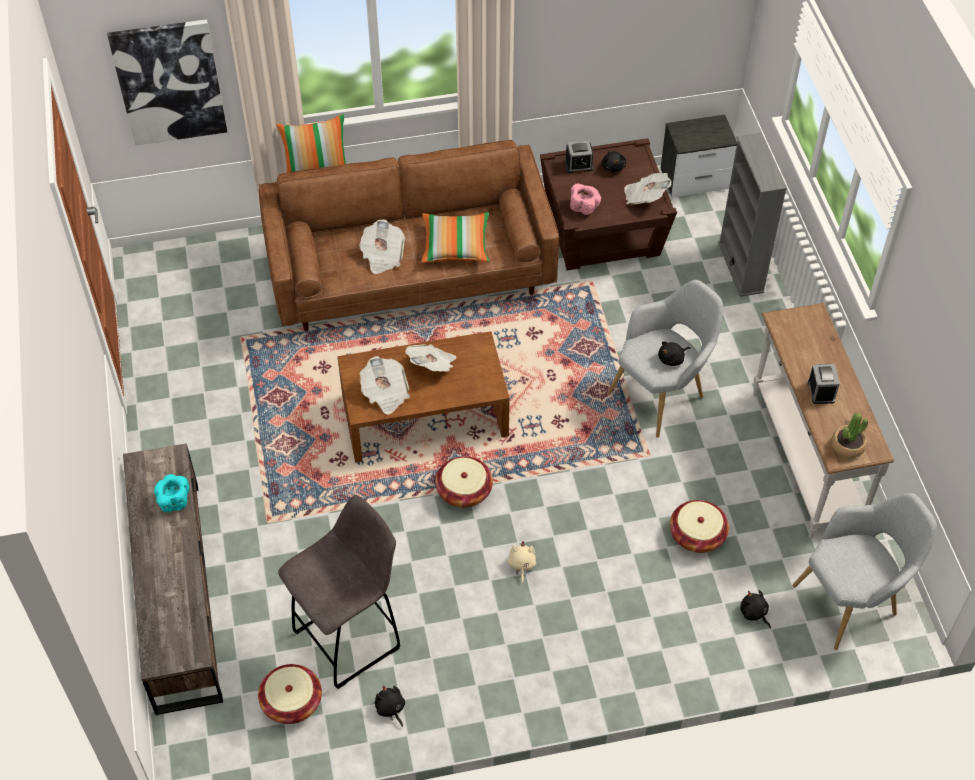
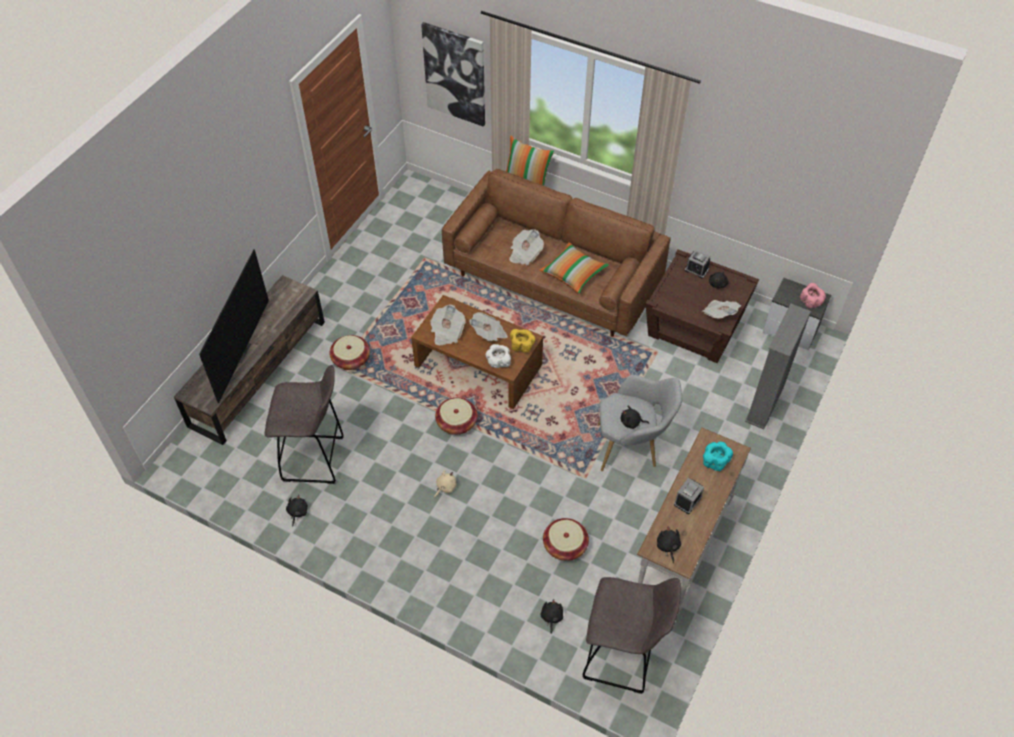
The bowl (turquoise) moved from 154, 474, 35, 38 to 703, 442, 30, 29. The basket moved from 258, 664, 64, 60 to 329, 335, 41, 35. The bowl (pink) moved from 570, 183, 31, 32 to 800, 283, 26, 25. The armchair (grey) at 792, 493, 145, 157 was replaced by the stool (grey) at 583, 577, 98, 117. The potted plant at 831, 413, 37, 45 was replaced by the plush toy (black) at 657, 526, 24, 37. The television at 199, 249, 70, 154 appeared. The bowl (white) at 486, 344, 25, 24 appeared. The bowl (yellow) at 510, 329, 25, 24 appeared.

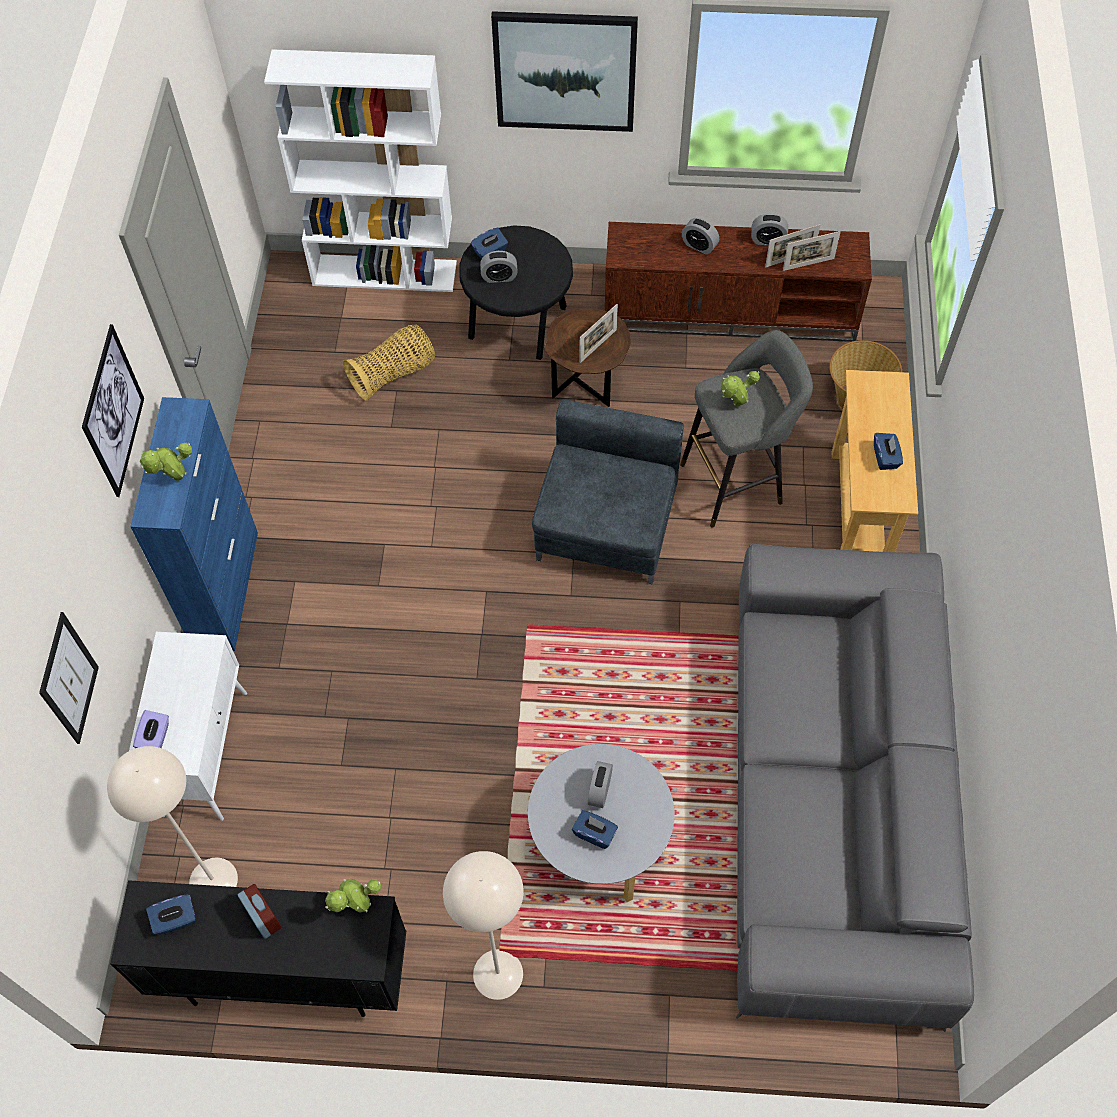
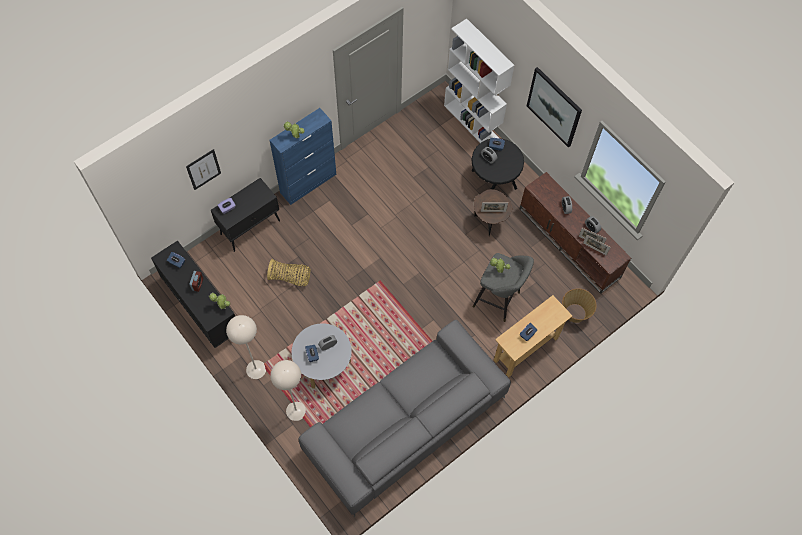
The picture at 82, 324, 62, 173 disappeared. The floor lamp (beige) moved from 107, 746, 131, 141 to 270, 360, 36, 61. The cabinet (white) at 129, 632, 118, 189 became the cabinet (black) at 211, 178, 69, 74. The basket moved from 343, 325, 92, 76 to 267, 259, 43, 27. The armchair (grey) at 532, 400, 152, 184 disappeared.

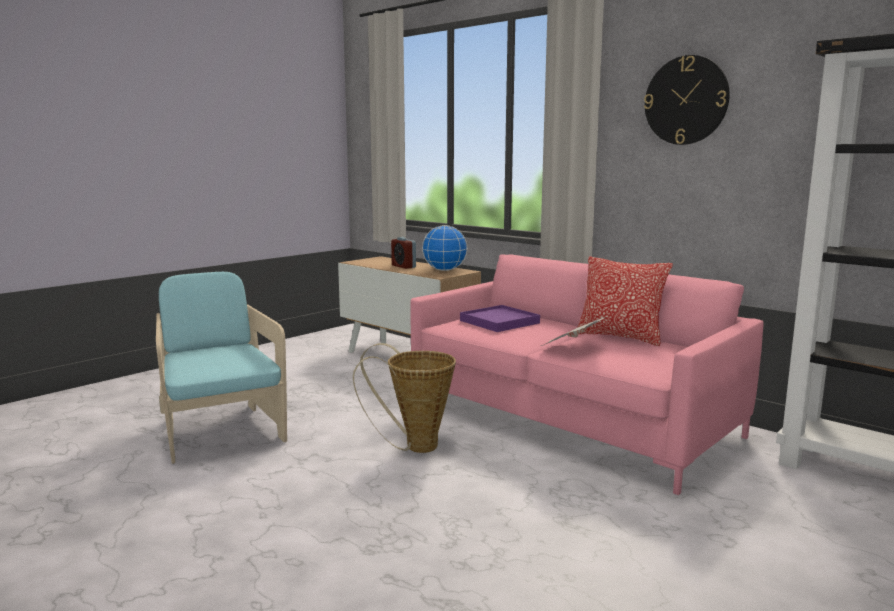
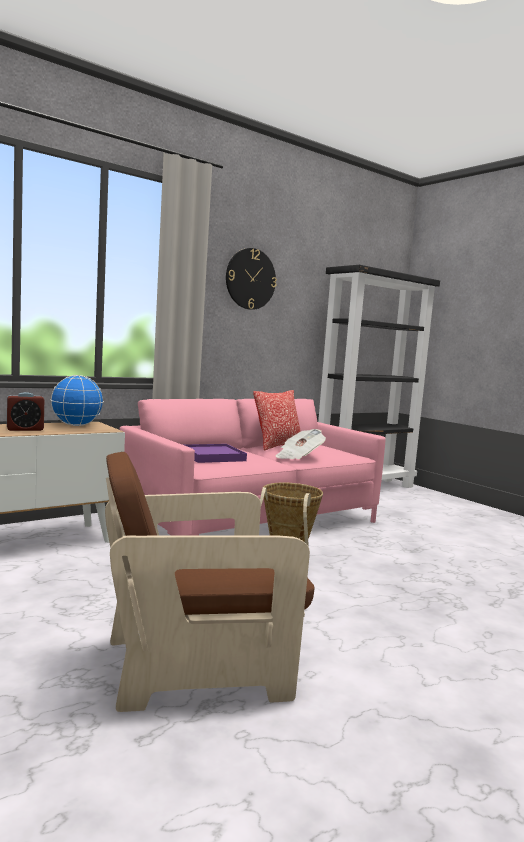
The armchair (turquoise) at 156, 272, 131, 192 became the armchair (brown) at 105, 452, 209, 260.

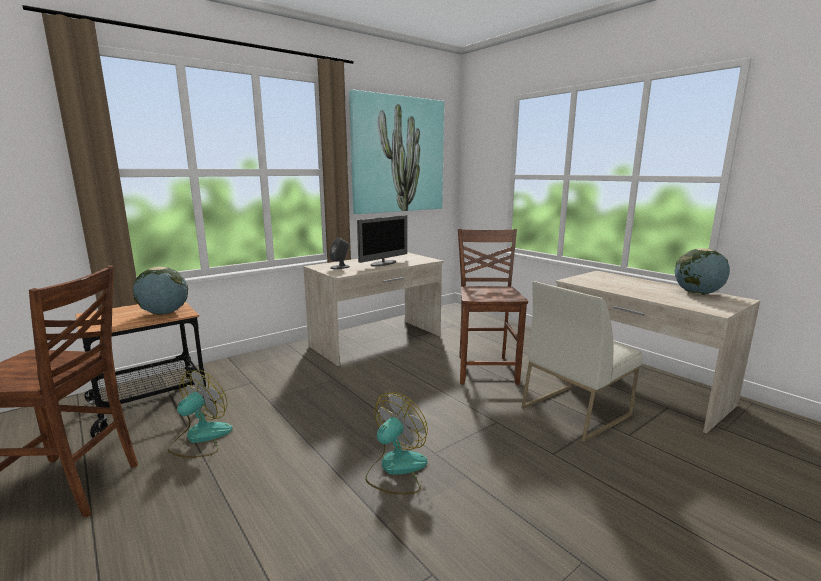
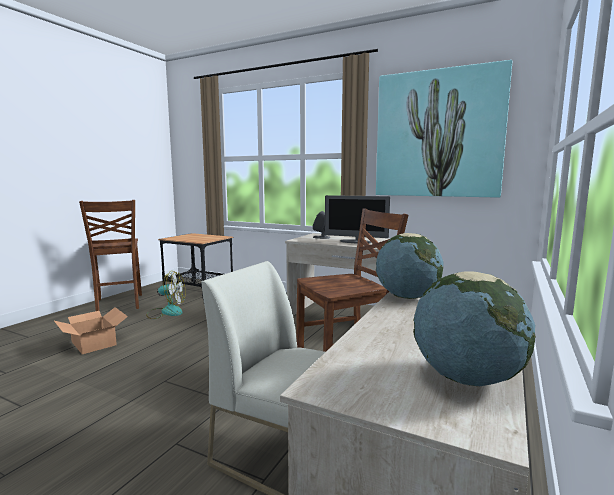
The globe moved from 133, 267, 55, 48 to 376, 233, 68, 66. The fan at 365, 392, 63, 102 disappeared. The cardboard box at 54, 307, 74, 47 appeared.

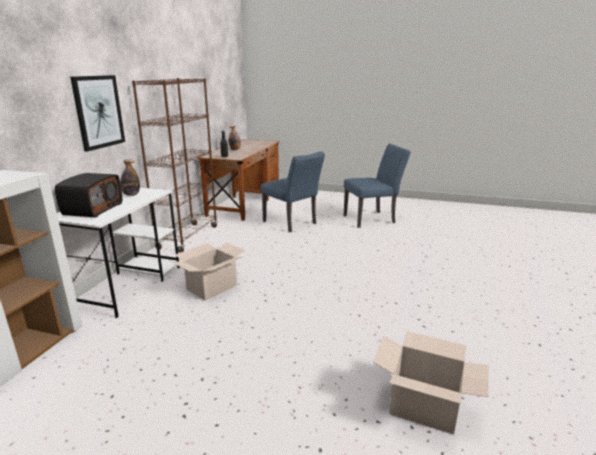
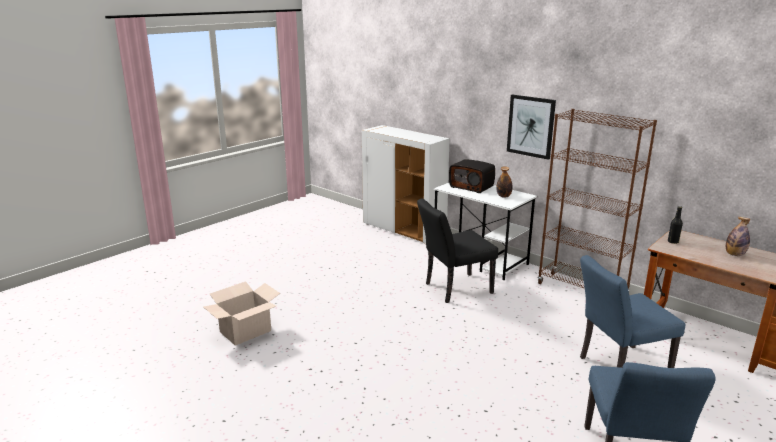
The cardboard box at 172, 243, 73, 58 was replaced by the chair (black) at 417, 199, 81, 104.

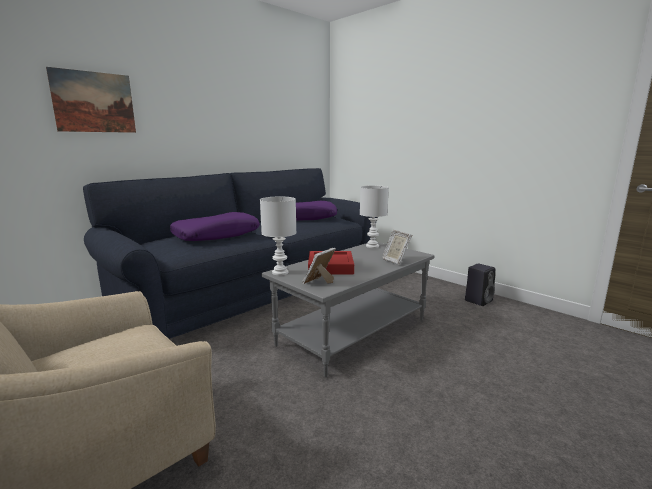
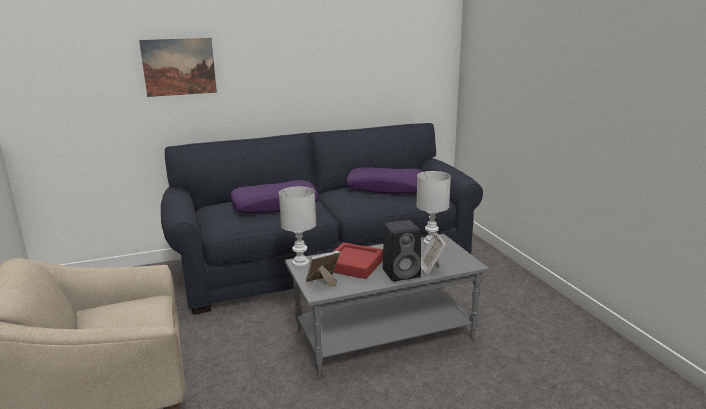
The speaker (black) moved from 465, 263, 30, 43 to 383, 220, 38, 61.

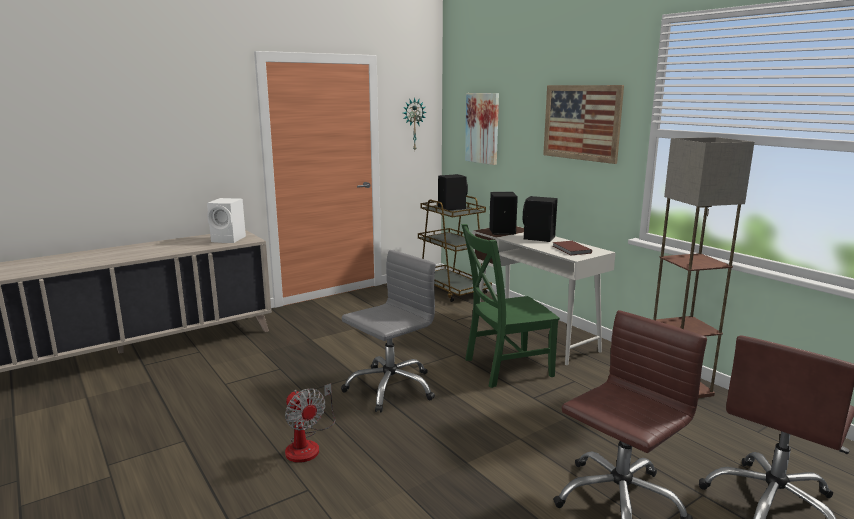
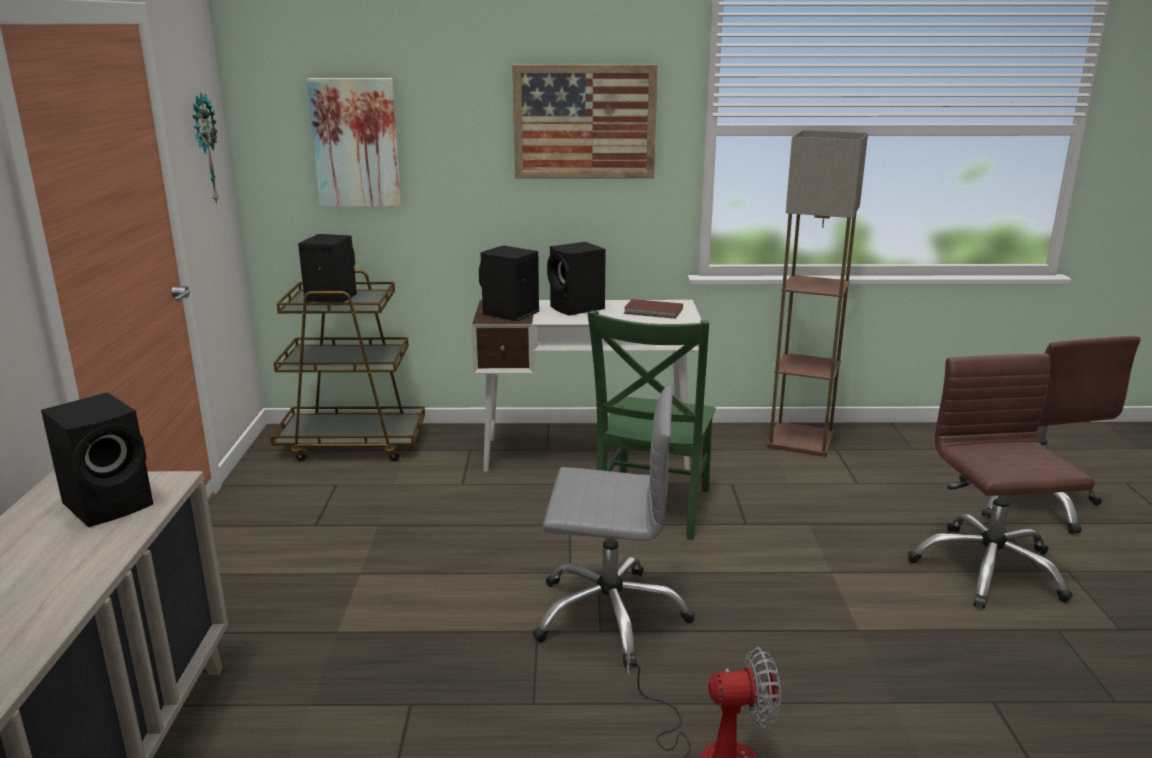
The speaker (white) at 207, 198, 39, 45 became the speaker (black) at 41, 392, 112, 135. The office chair (grey) at 341, 250, 95, 163 turned 105 degrees clockwise.

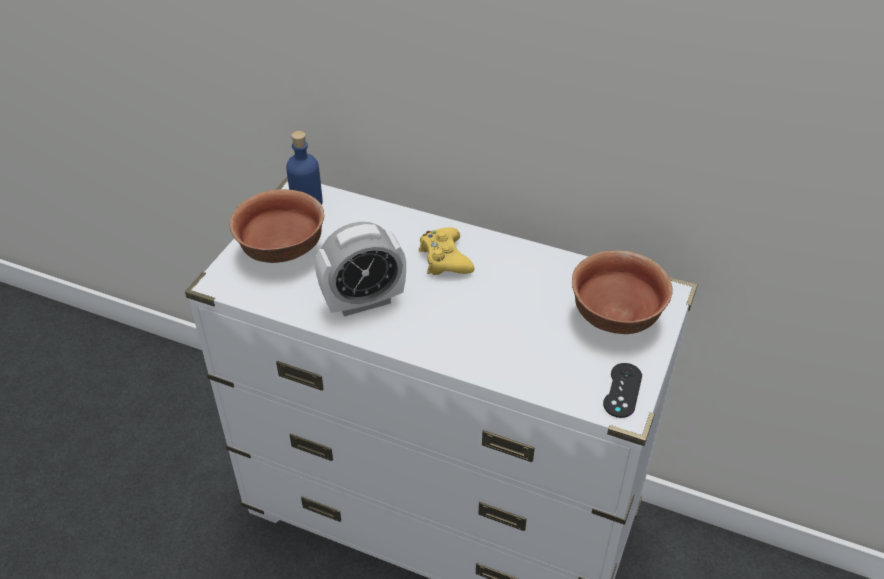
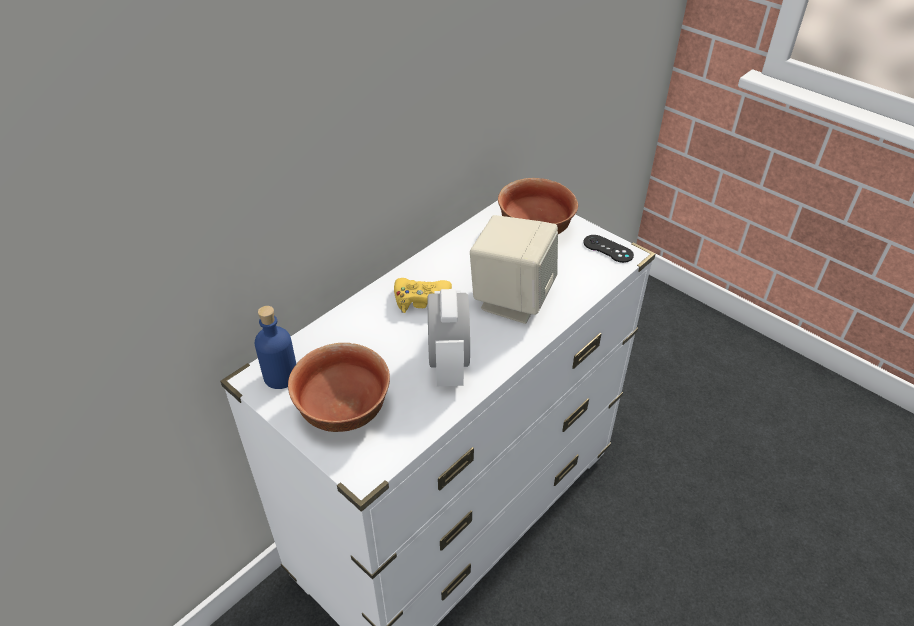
The speaker (beige) at 470, 215, 88, 109 appeared.

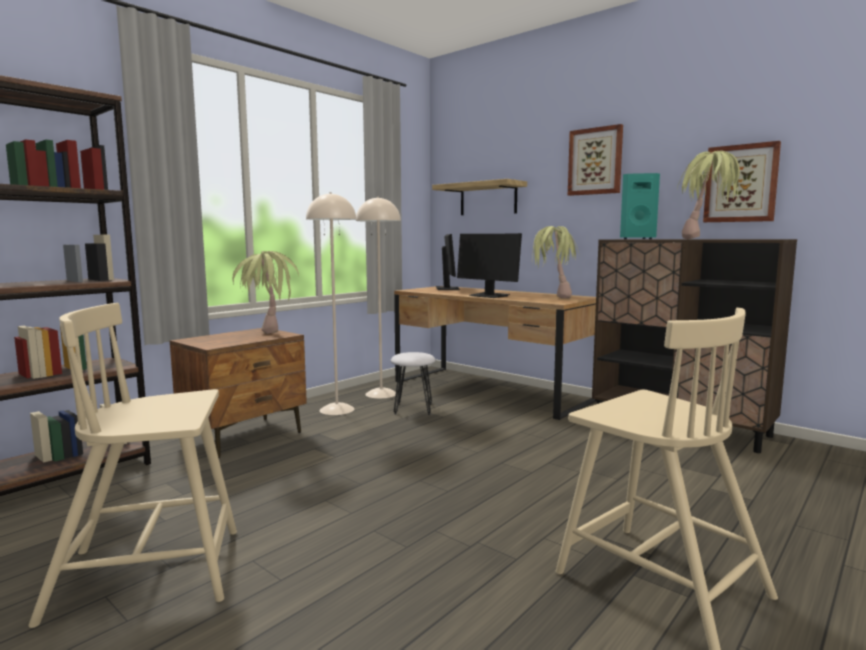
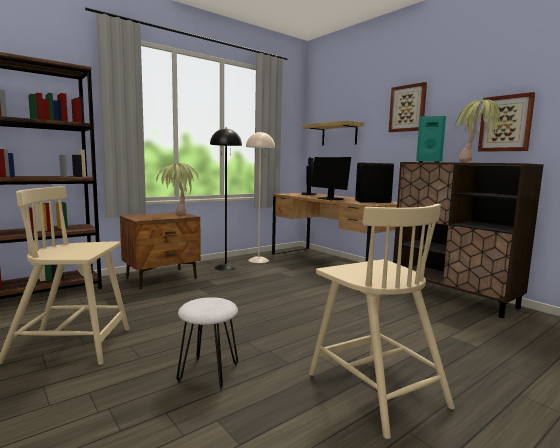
The floor lamp (beige) at 306, 192, 50, 223 became the floor lamp (black) at 210, 128, 32, 143. The stool (white) moved from 391, 352, 44, 63 to 177, 297, 61, 93. The potted plant at 532, 226, 47, 73 was replaced by the speaker (black) at 355, 163, 39, 40.

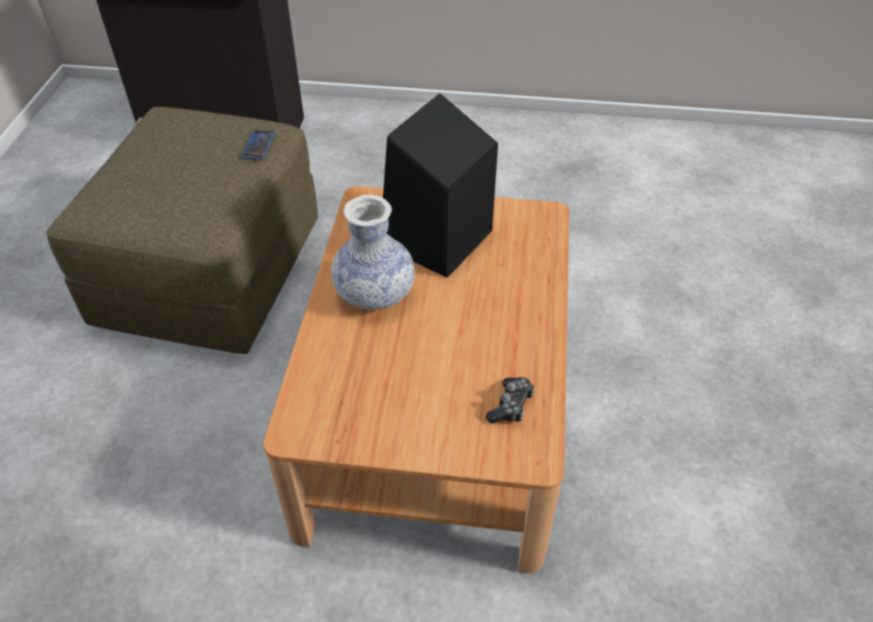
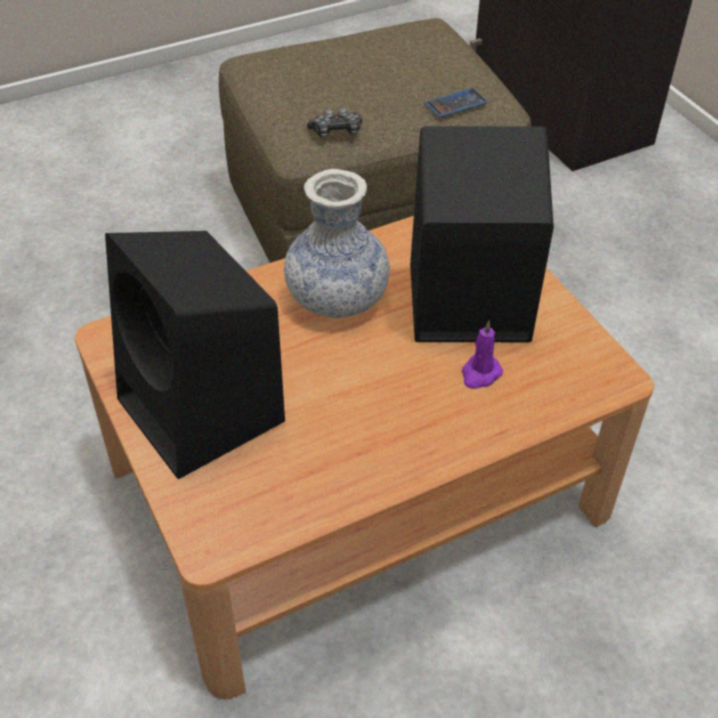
The game controller moved from 486, 377, 49, 46 to 307, 108, 55, 31. The speaker (black) at 105, 231, 180, 248 appeared. The candle (purple) at 462, 321, 41, 68 appeared.

